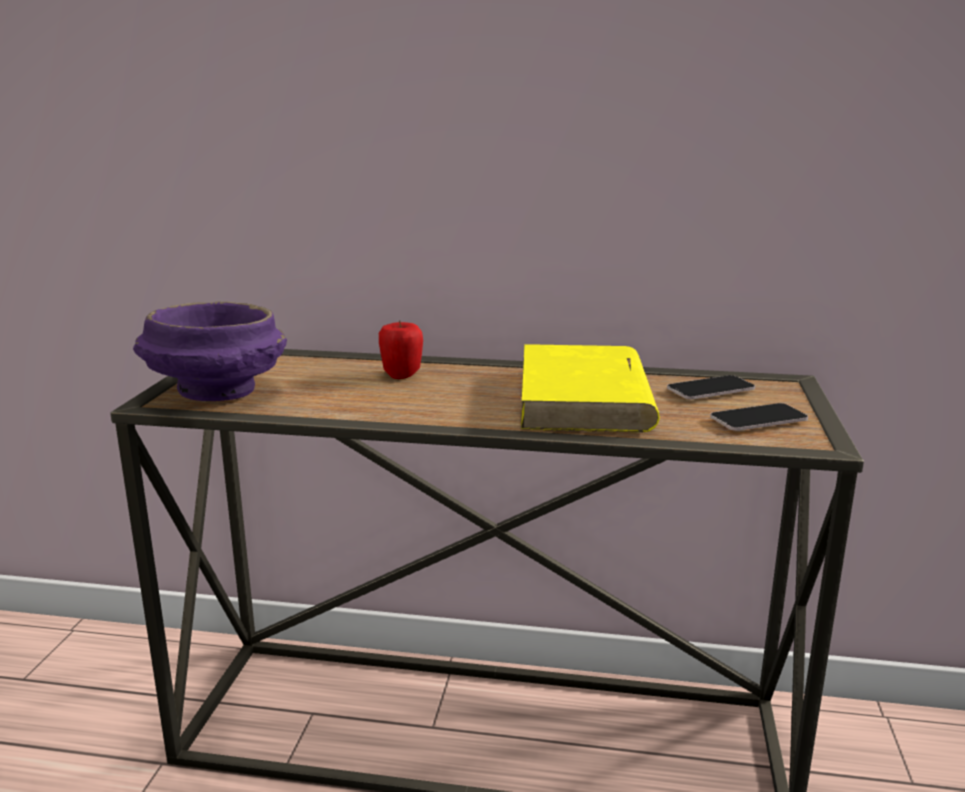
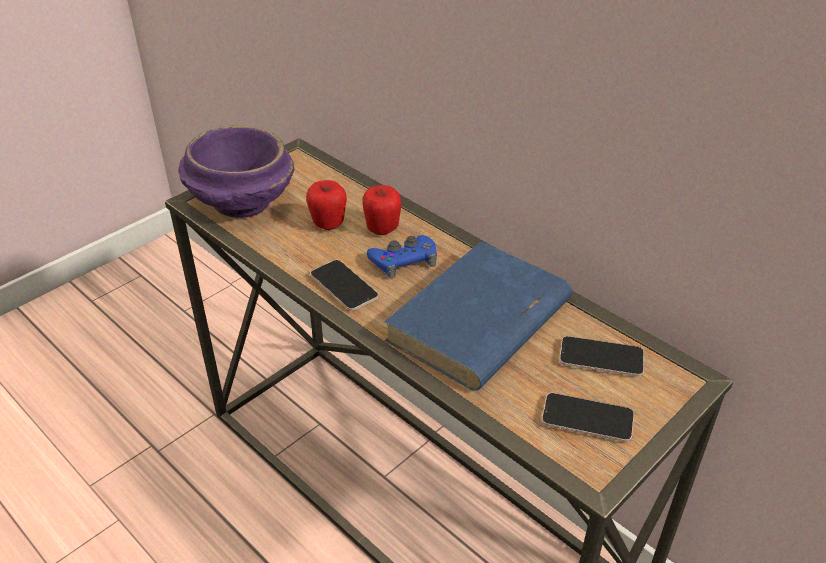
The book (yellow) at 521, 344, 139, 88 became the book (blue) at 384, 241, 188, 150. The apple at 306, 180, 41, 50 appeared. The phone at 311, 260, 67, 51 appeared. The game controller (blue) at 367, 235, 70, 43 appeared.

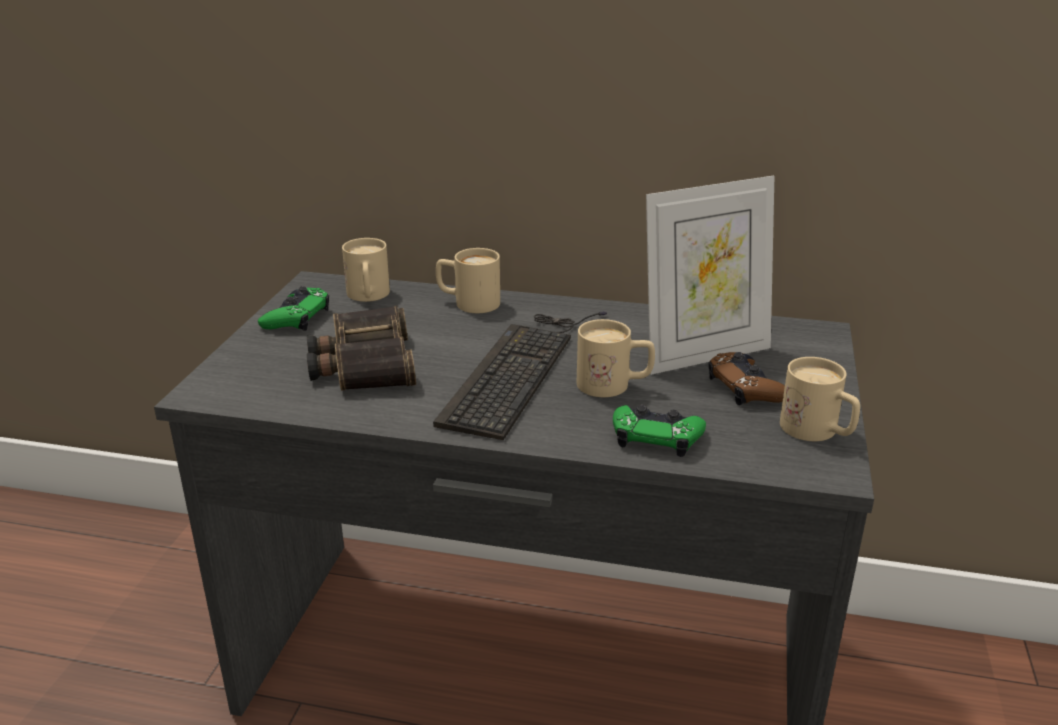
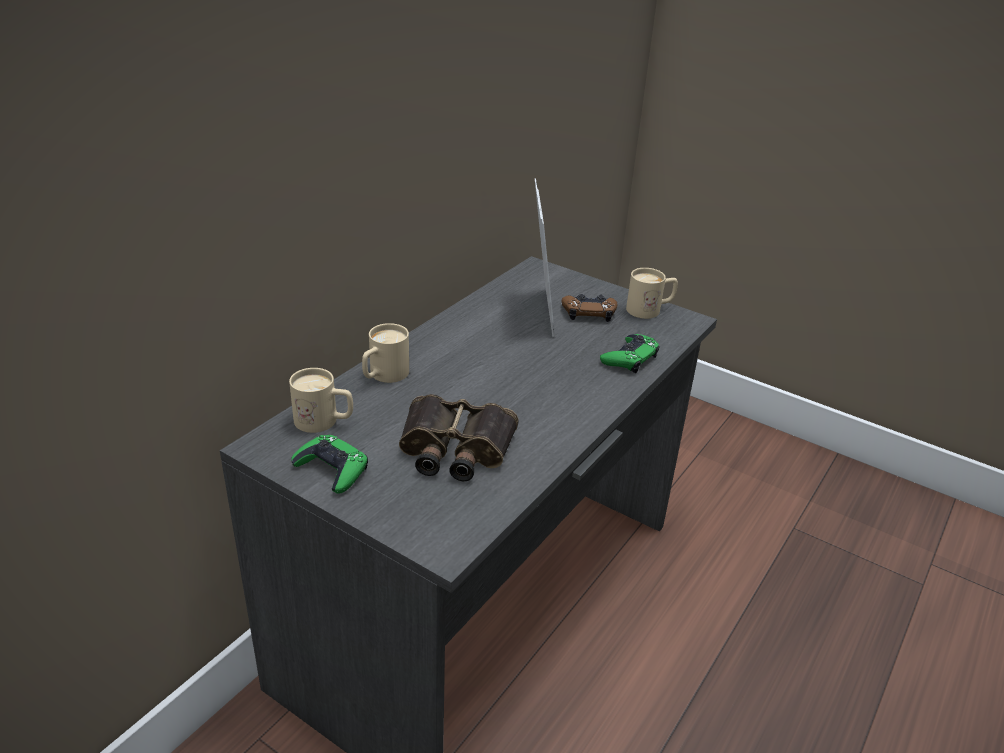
The keyboard at 433, 311, 174, 129 disappeared. The mug (beige) at 577, 319, 78, 78 disappeared.

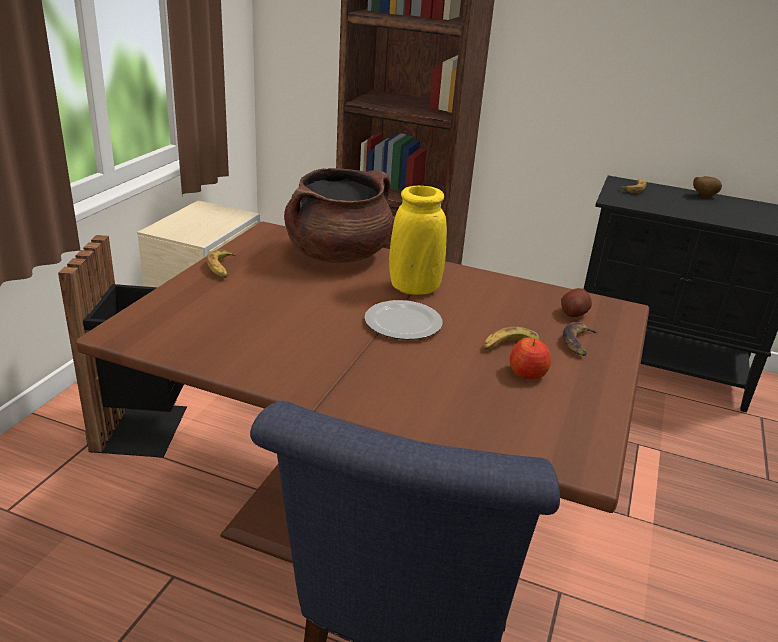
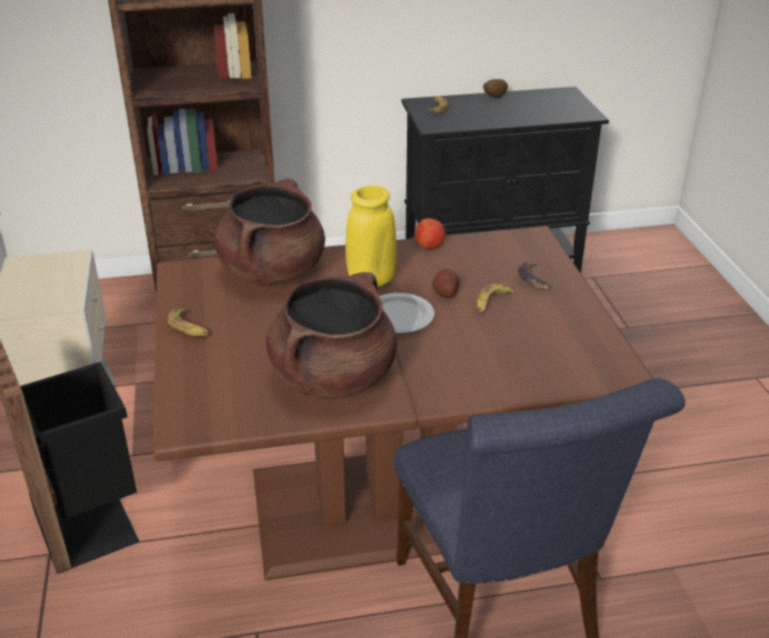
The apple moved from 510, 338, 41, 42 to 415, 218, 30, 31. The potato moved from 561, 288, 31, 29 to 432, 269, 28, 29. The cooking pot (brown) at 266, 272, 131, 127 appeared.

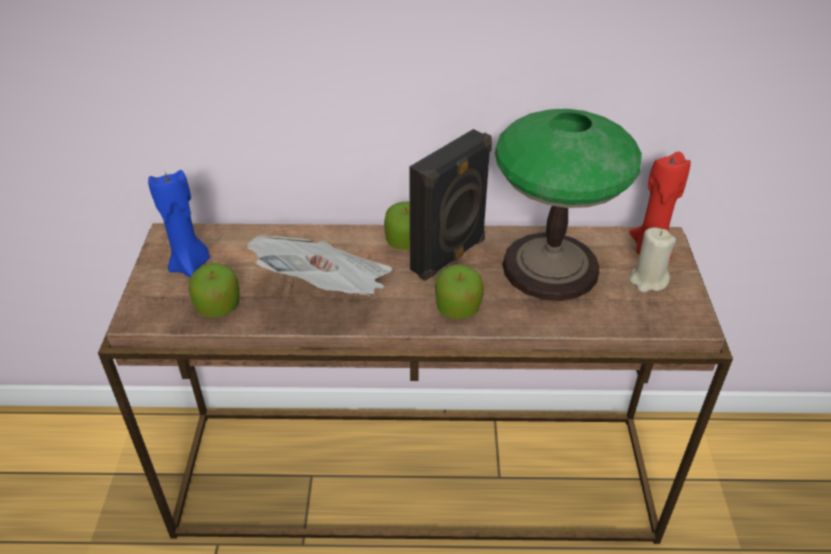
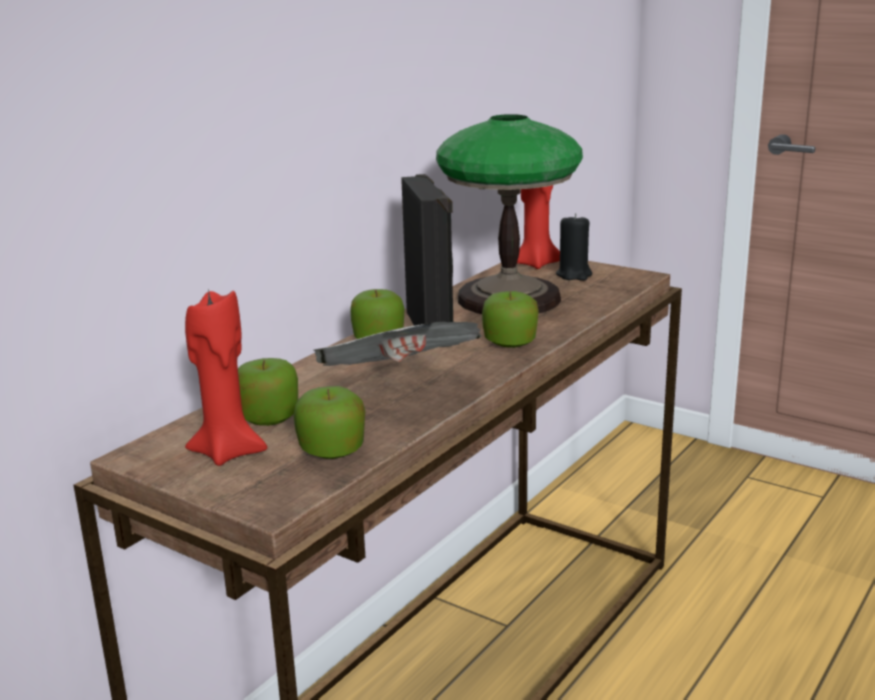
The candle (blue) at 148, 170, 62, 108 became the candle (red) at 185, 290, 82, 176. The candle (beige) at 629, 227, 47, 65 became the candle (black) at 556, 213, 36, 68. The apple at 238, 358, 60, 68 appeared.

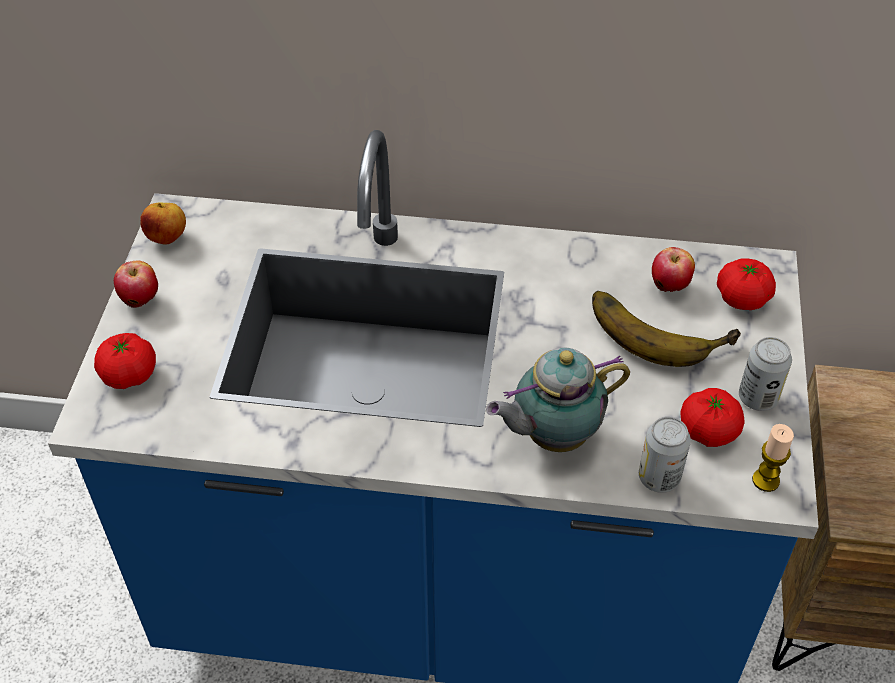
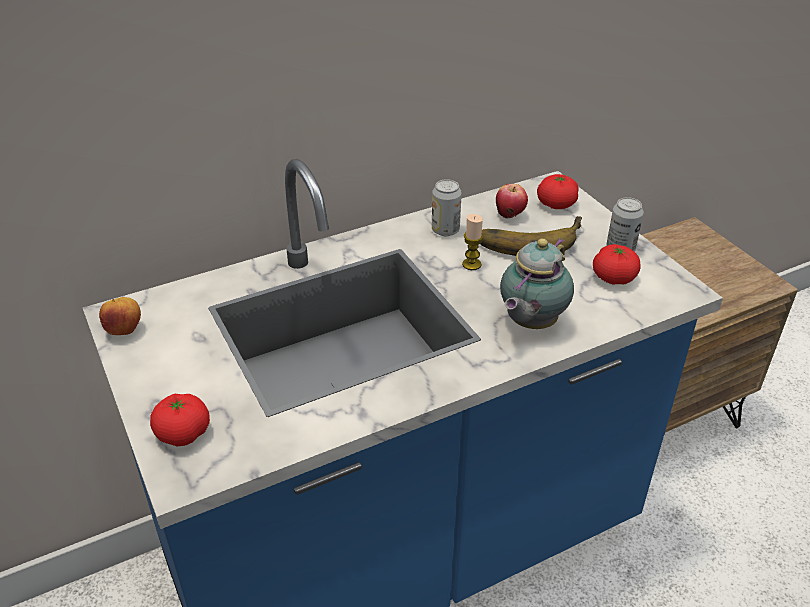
The apple at 114, 260, 44, 48 disappeared. The can moved from 639, 417, 52, 76 to 432, 179, 30, 57. The candle moved from 752, 424, 42, 68 to 462, 214, 22, 56.

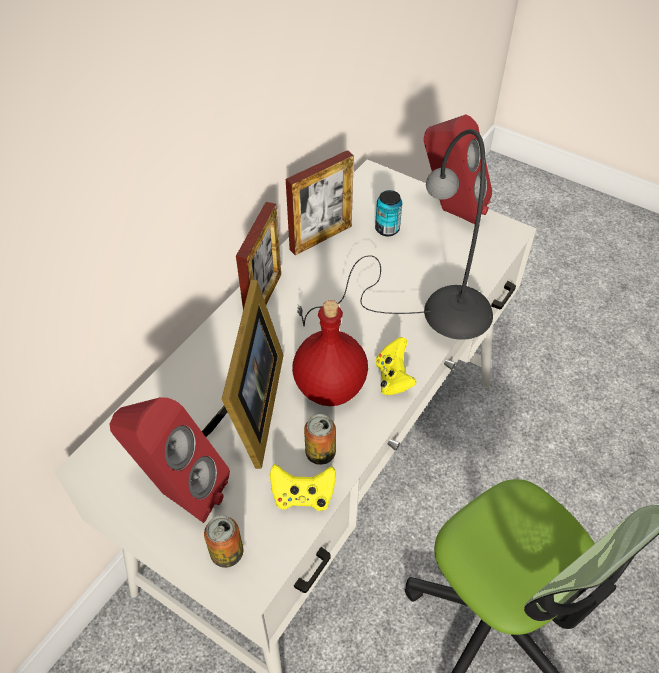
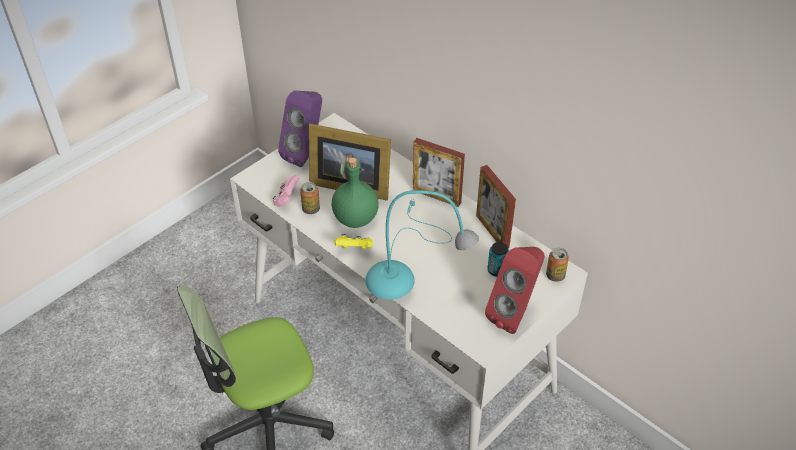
The speaker (red) at 110, 397, 120, 126 became the speaker (purple) at 278, 90, 44, 77. The can moved from 204, 515, 39, 53 to 546, 248, 23, 34. The game controller (yellow) at 270, 464, 66, 47 became the game controller (pink) at 272, 175, 28, 32. The bottle (red) at 292, 300, 76, 106 became the bottle (green) at 332, 157, 47, 71. The table lamp (grey) at 297, 129, 196, 211 became the table lamp (turquoise) at 365, 190, 114, 109.

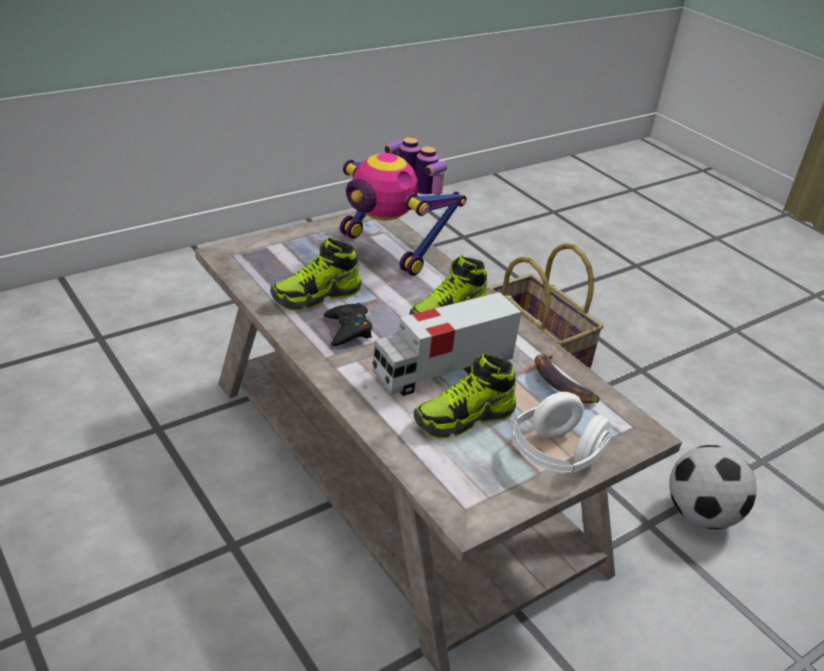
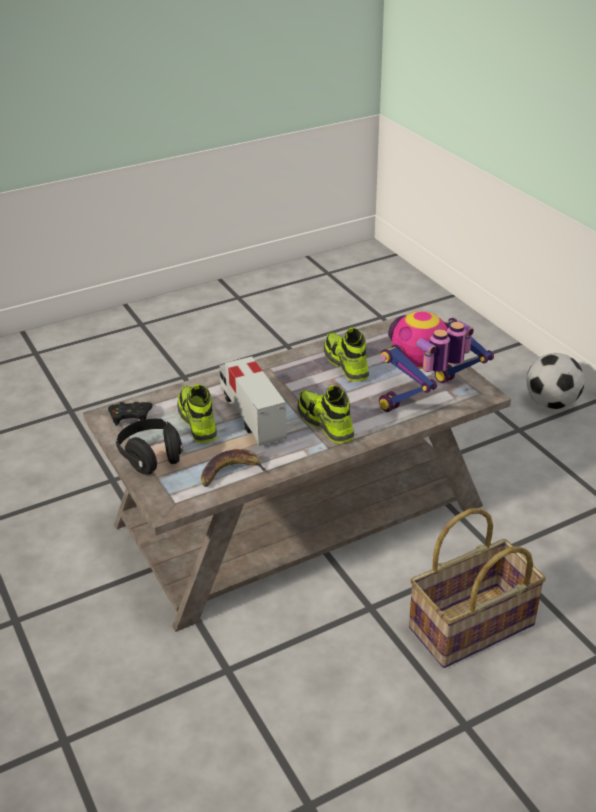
The game controller (black) moved from 324, 303, 48, 43 to 108, 402, 45, 24. The headphones (white) at 513, 392, 97, 83 became the headphones (black) at 116, 419, 67, 55. The football moved from 669, 445, 88, 84 to 527, 353, 58, 56.

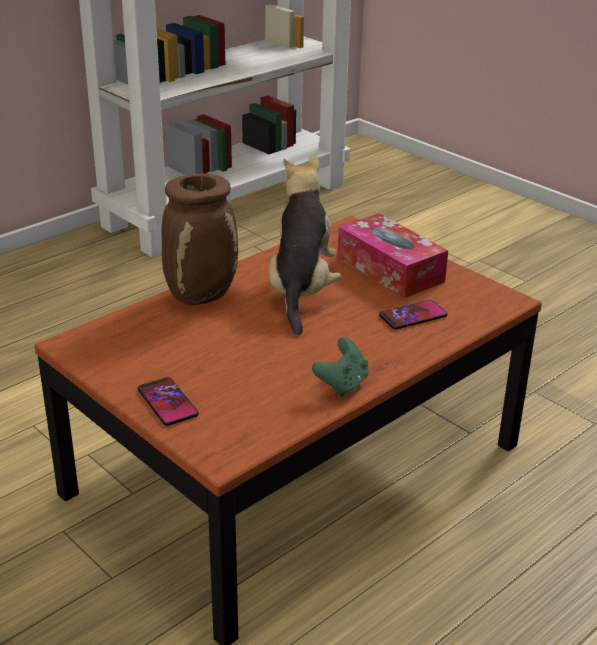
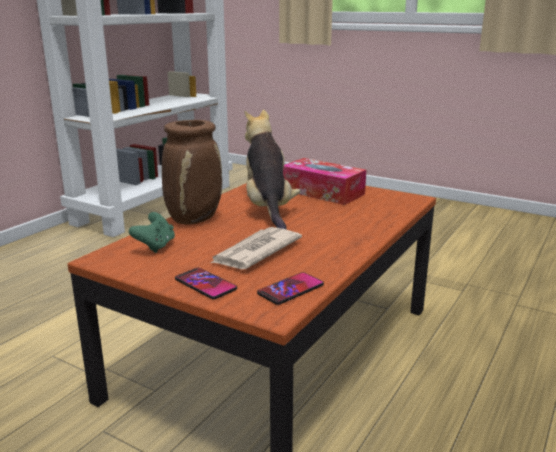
The game controller (green) moved from 312, 337, 57, 60 to 129, 212, 46, 41. The phone moved from 379, 300, 68, 30 to 257, 272, 67, 33. The newspaper at 209, 227, 93, 42 appeared.

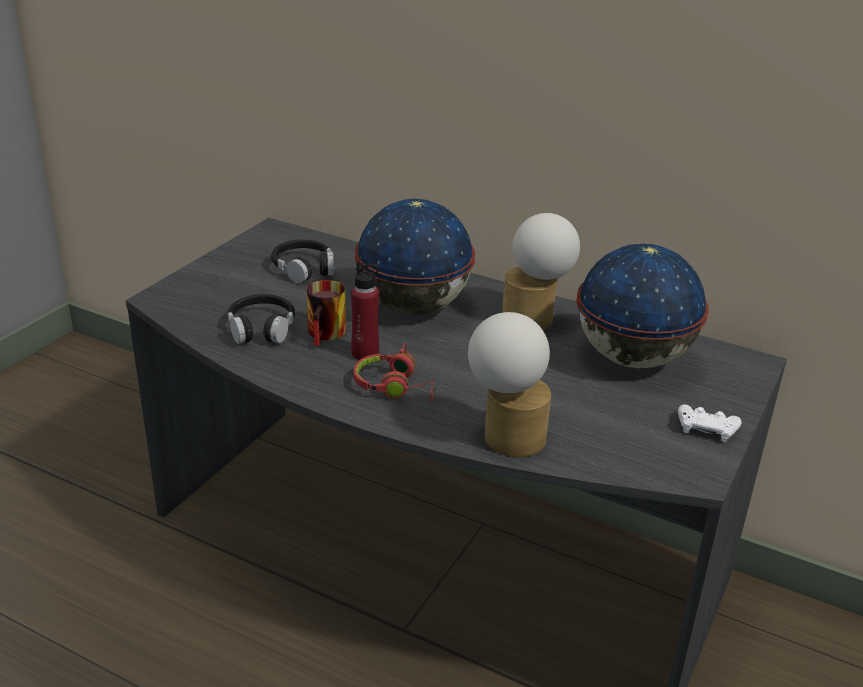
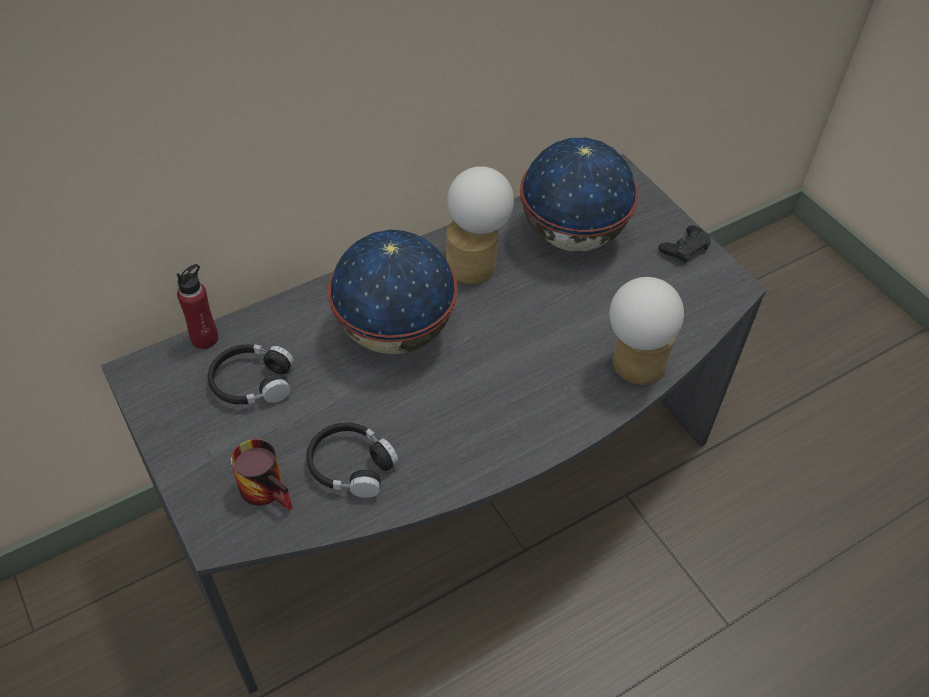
The mug moved from 306, 280, 40, 66 to 231, 439, 61, 72. The bottle (red) moved from 351, 261, 28, 99 to 177, 264, 41, 85. The headphones (red) at 354, 342, 82, 60 disappeared. The game controller (white) at 678, 404, 64, 38 became the game controller (black) at 658, 225, 53, 38.

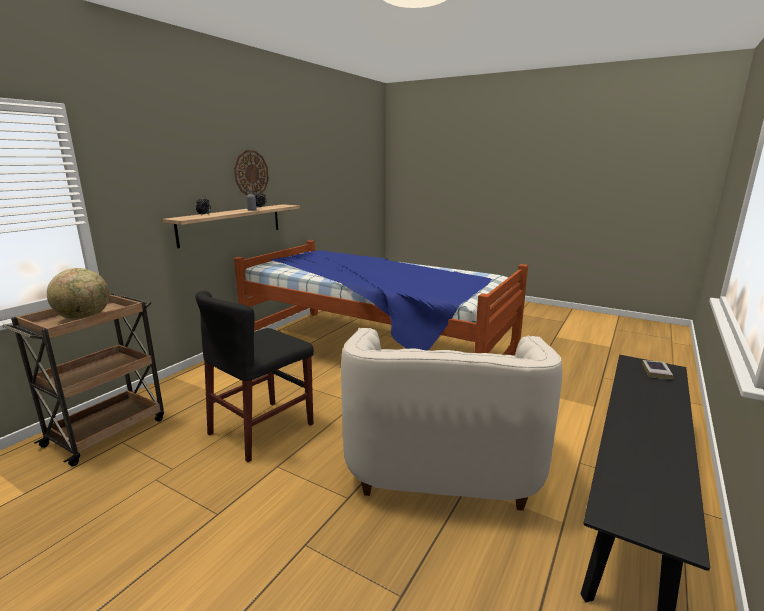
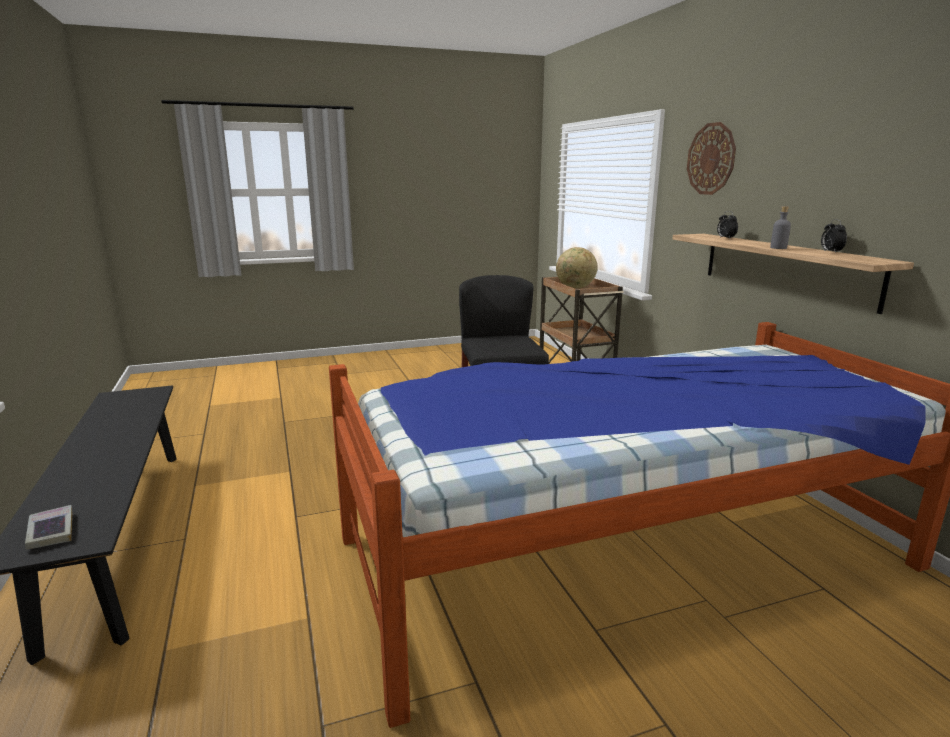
The wall clock moved from 234, 150, 35, 45 to 687, 122, 49, 73. The armchair (white) at 341, 328, 221, 183 disappeared.

